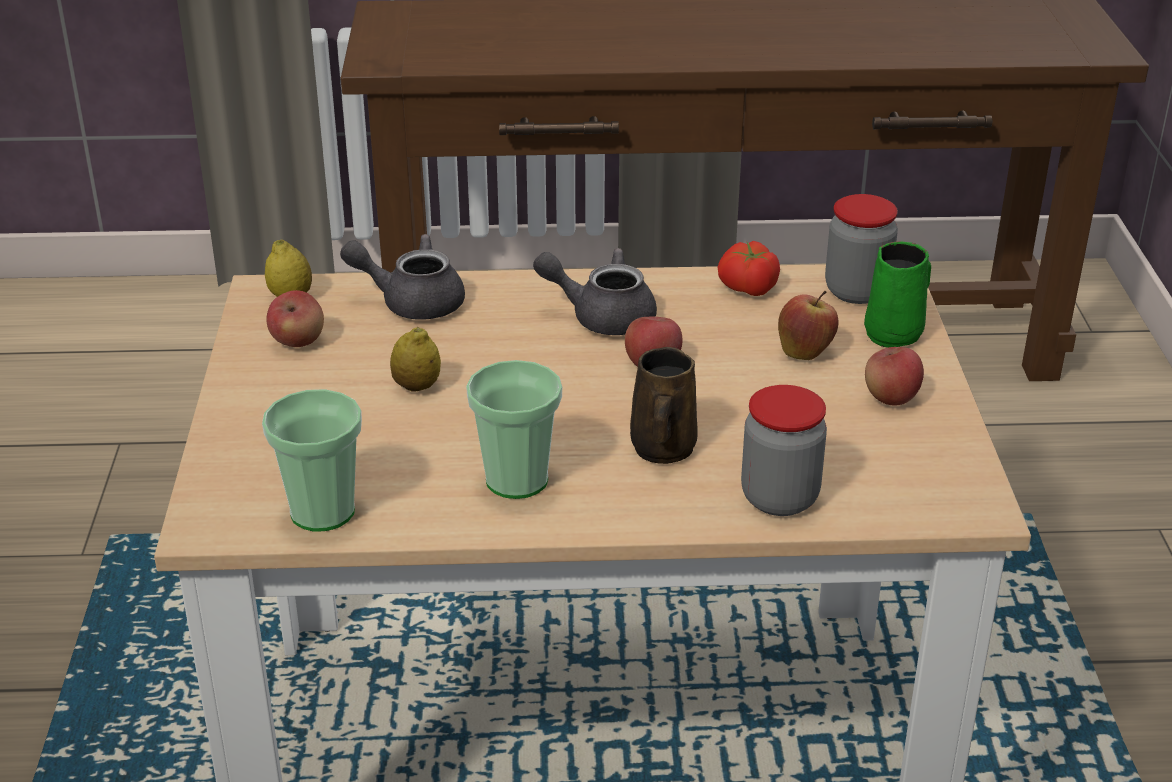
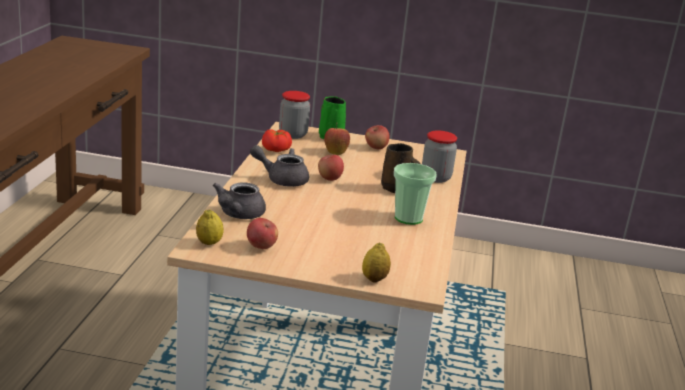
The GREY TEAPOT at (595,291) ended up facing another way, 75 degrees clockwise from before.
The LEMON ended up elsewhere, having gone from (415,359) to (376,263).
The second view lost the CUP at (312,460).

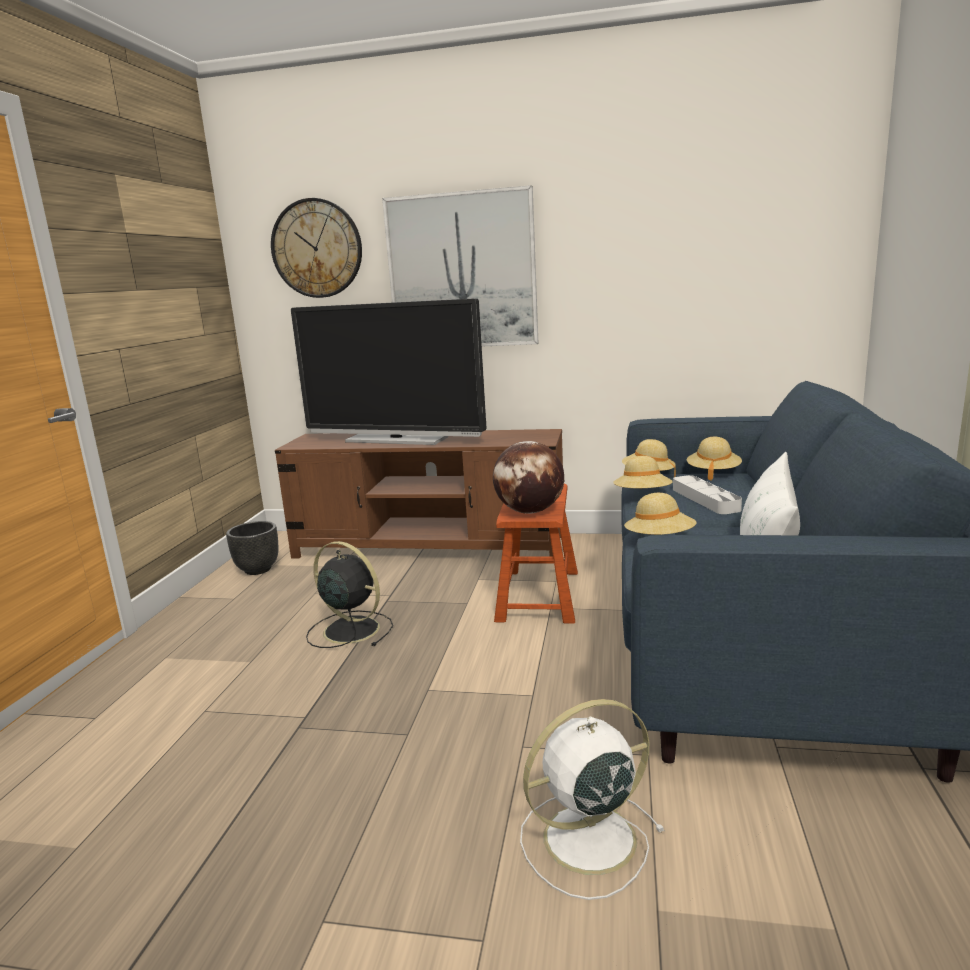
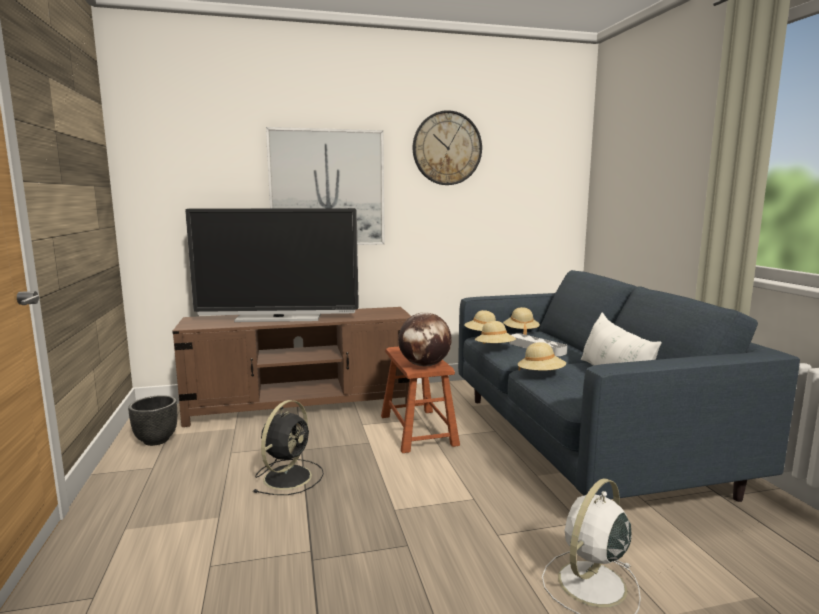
The WALL CLOCK ended up elsewhere, having gone from (316,248) to (447,147).
The BLACK FAN at (349,594) ended up facing another way, 105 degrees clockwise from before.

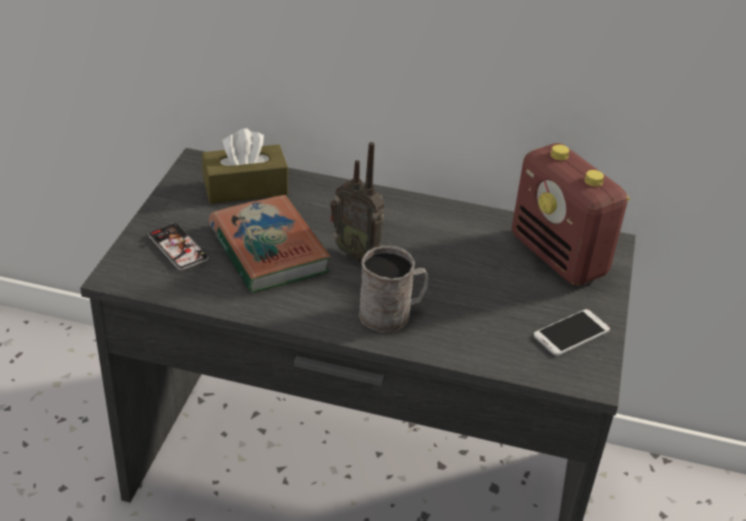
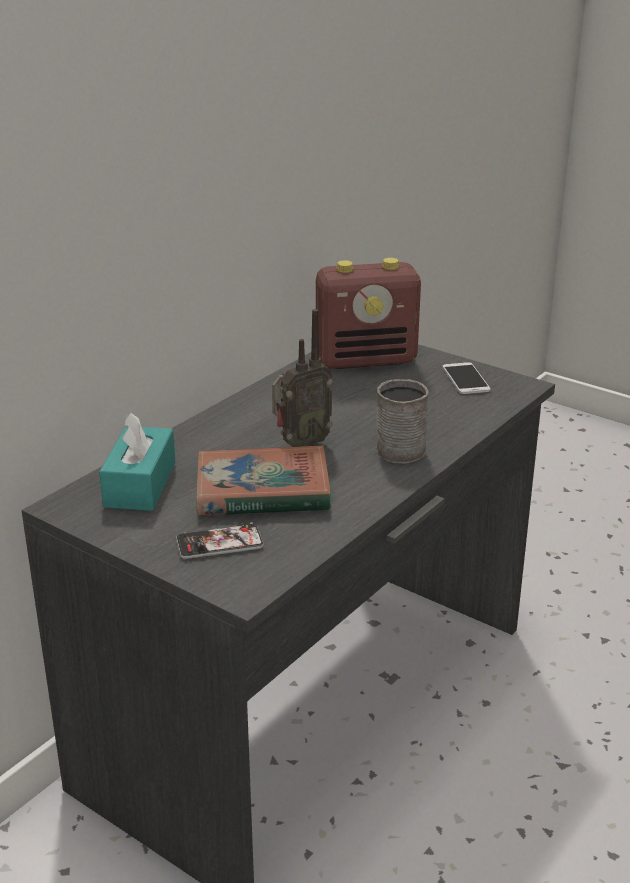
What was the BROWN TISSUE BOX at (245,166) turned into the TURQUOISE TISSUE BOX at (137,461).

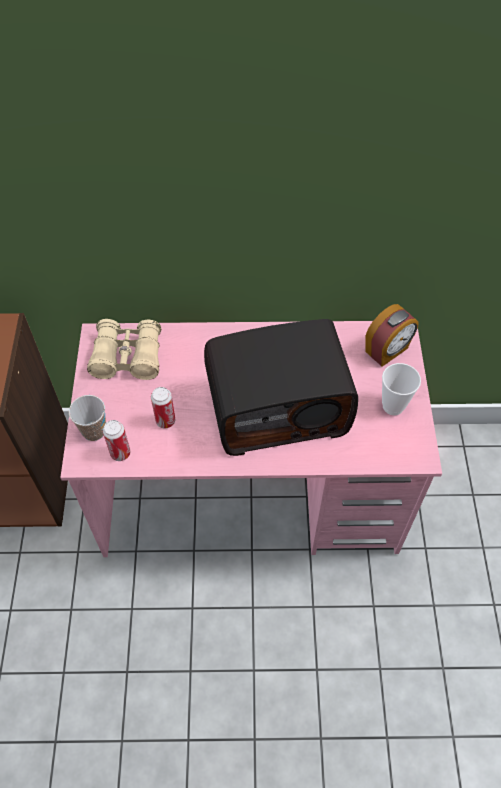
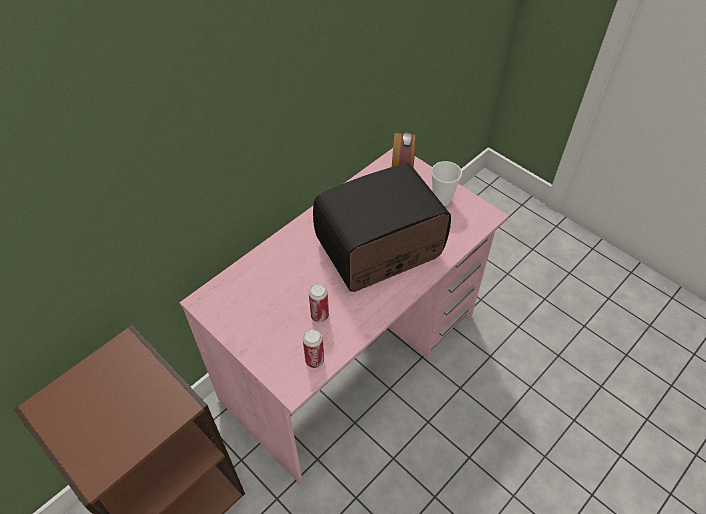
The second view lost the BEIGE BINOCULARS at (124,349).
The RADIO at (281,387) ended up facing another way, 150 degrees counterclockwise from before.
The second view lost the CUP at (87,418).

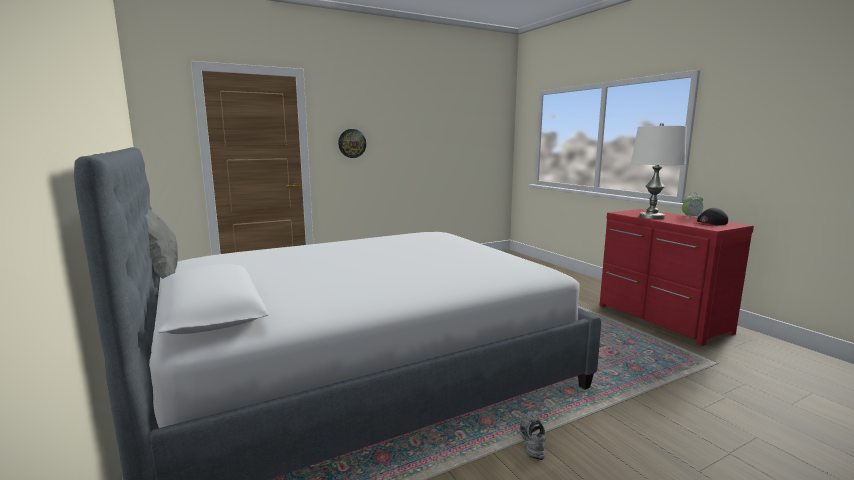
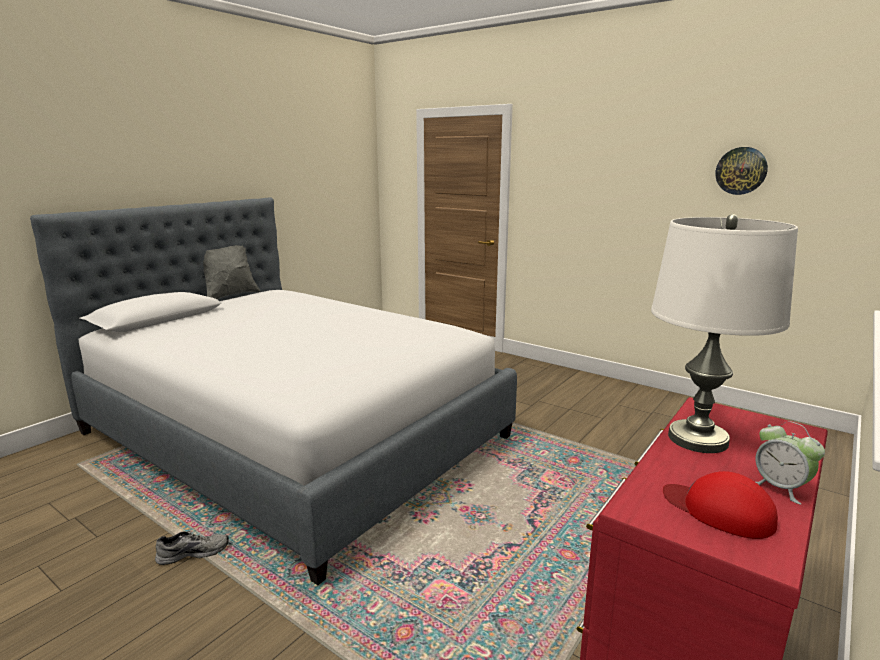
The WALL CLOCK ended up elsewhere, having gone from (352,143) to (741,171).
What was the BLACK CAP at (711,217) turned into the RED CAP at (720,505).

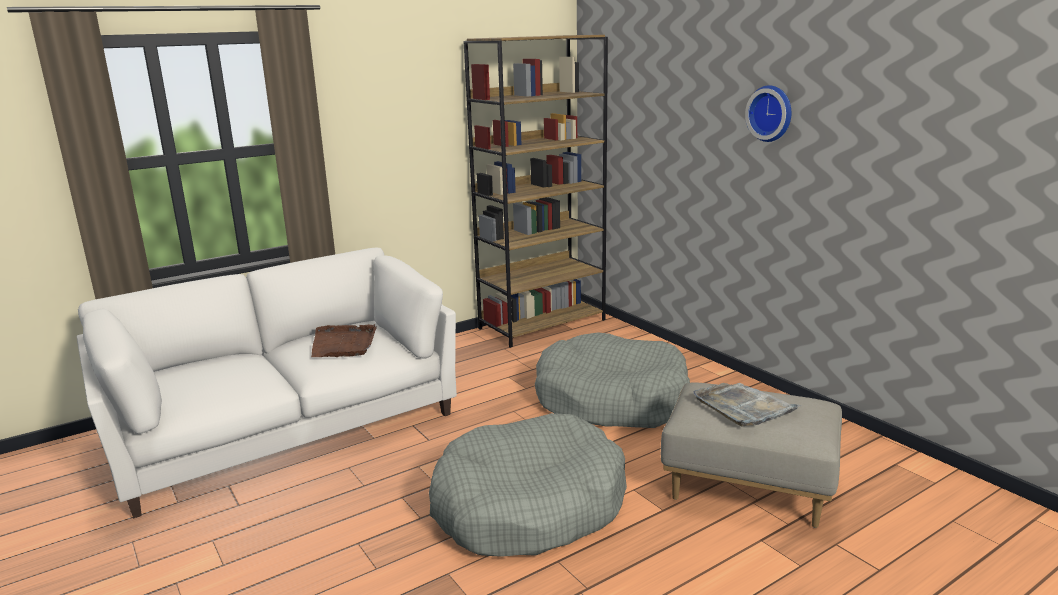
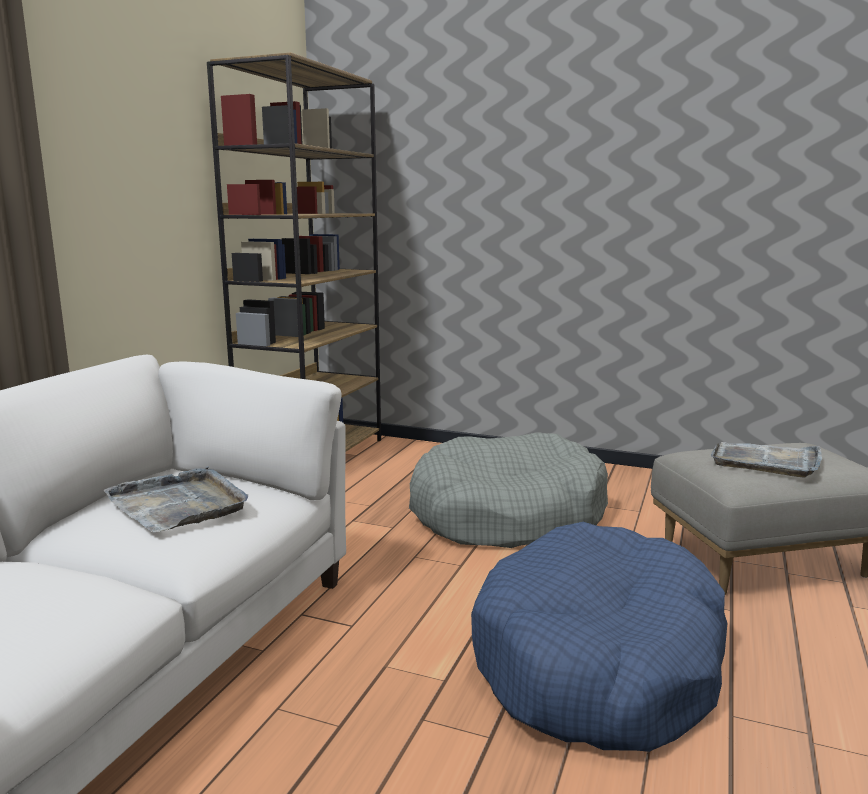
The second view lost the WALL CLOCK at (768,113).
What was the BROWN TRAY at (344,340) turned into the GREY TRAY at (176,499).
What was the GREY DOG BED at (528,485) turned into the BLUE DOG BED at (599,637).

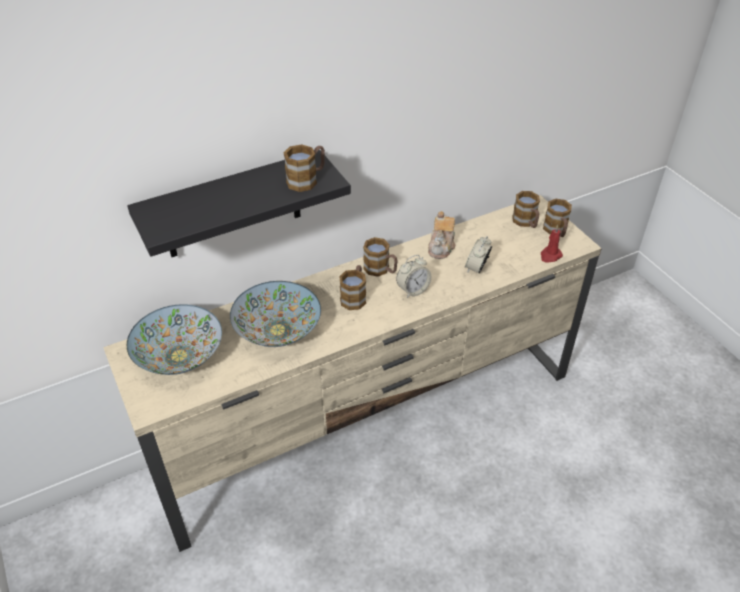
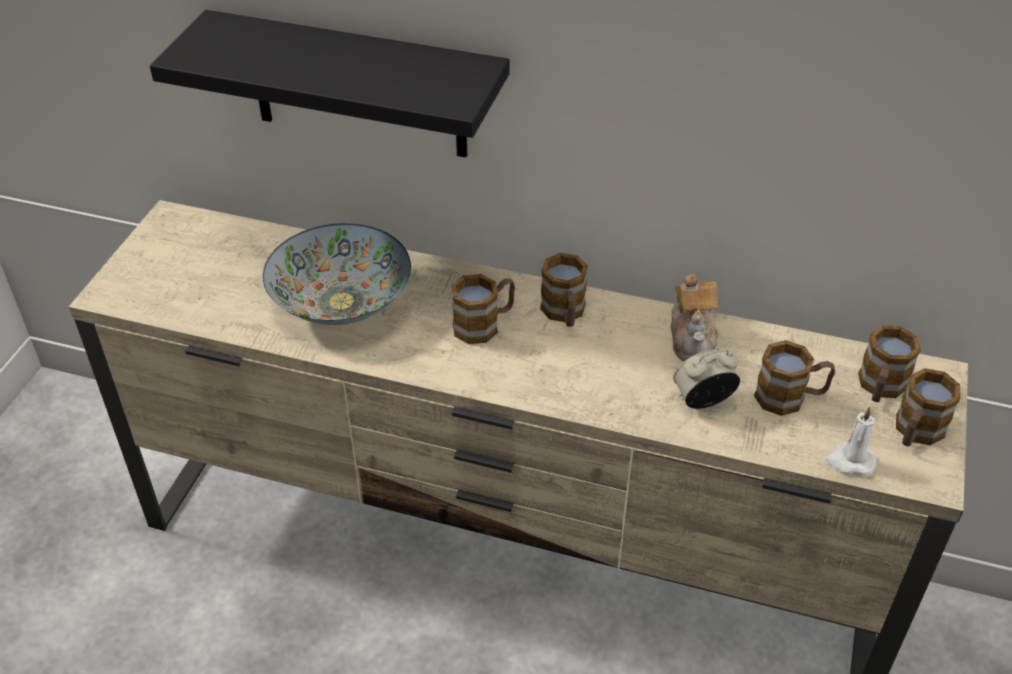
The MUG ended up elsewhere, having gone from (304,168) to (794,378).
The TEAPOT at (442,235) ended up facing another way, 60 degrees counterclockwise from before.
What was the RED CANDLE at (552,244) turned into the WHITE CANDLE at (850,440).
The second view lost the ALARM CLOCK at (413,276).
The second view lost the BOWL at (174,339).

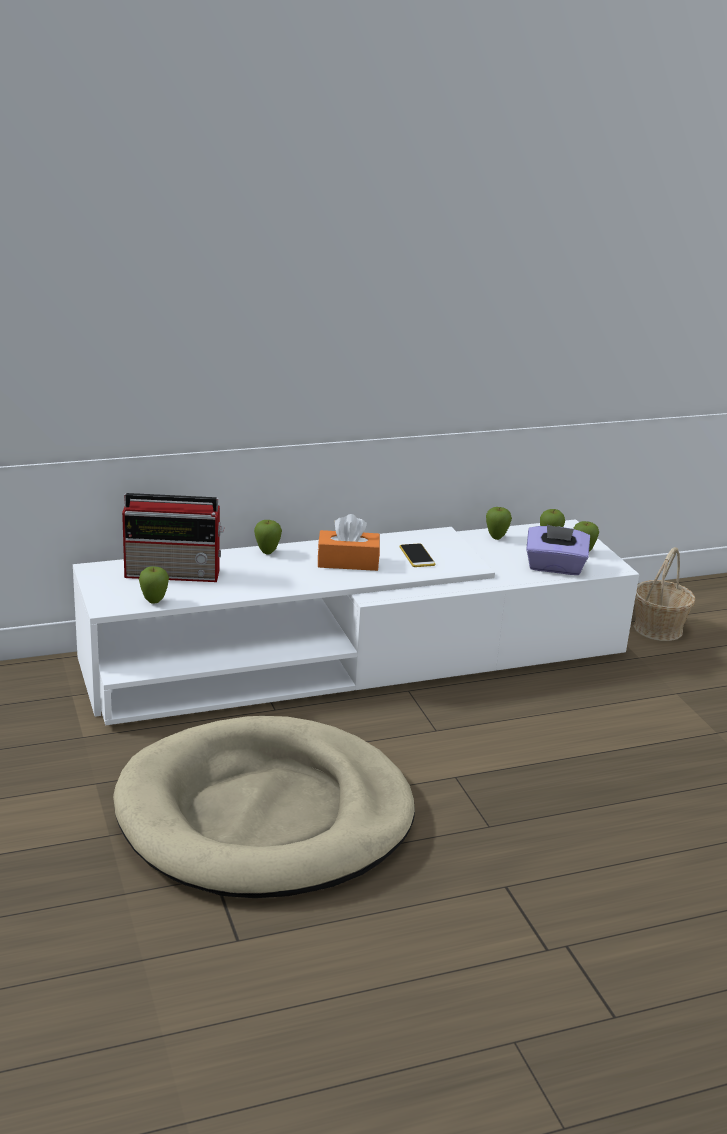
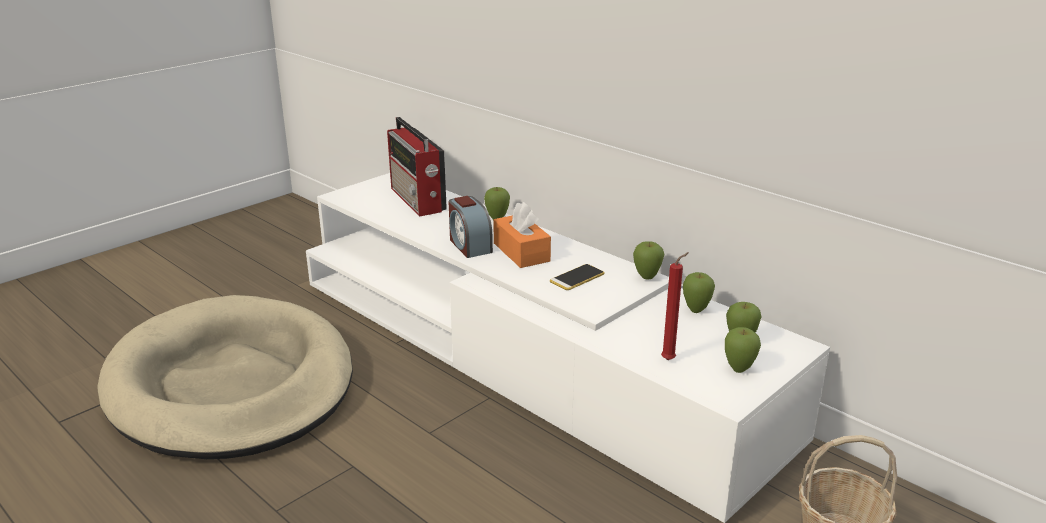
Where the PURPLE TISSUE BOX stood at (558,550), the RED CANDLE came to stand at (675,306).
The APPLE ended up elsewhere, having gone from (154,584) to (649,260).
The second view gained the ALARM CLOCK at (471,227).

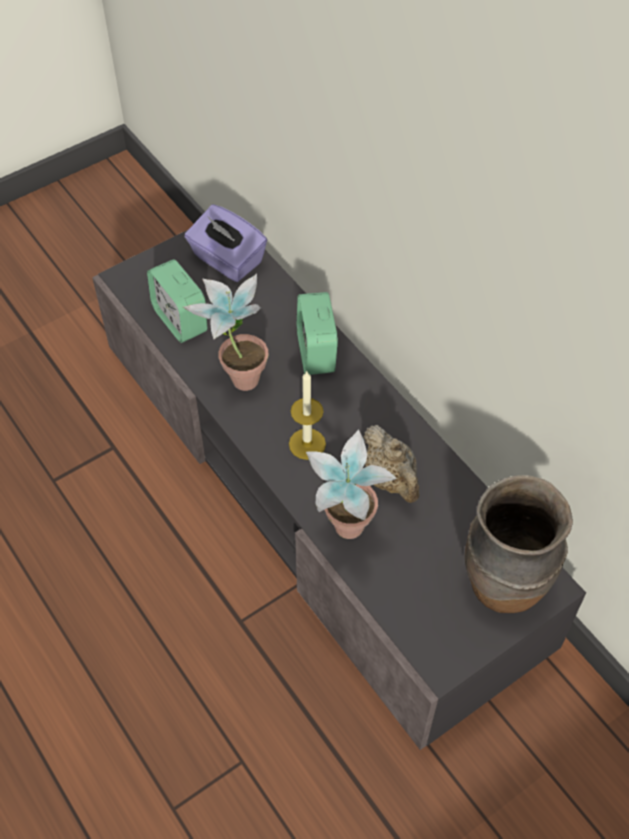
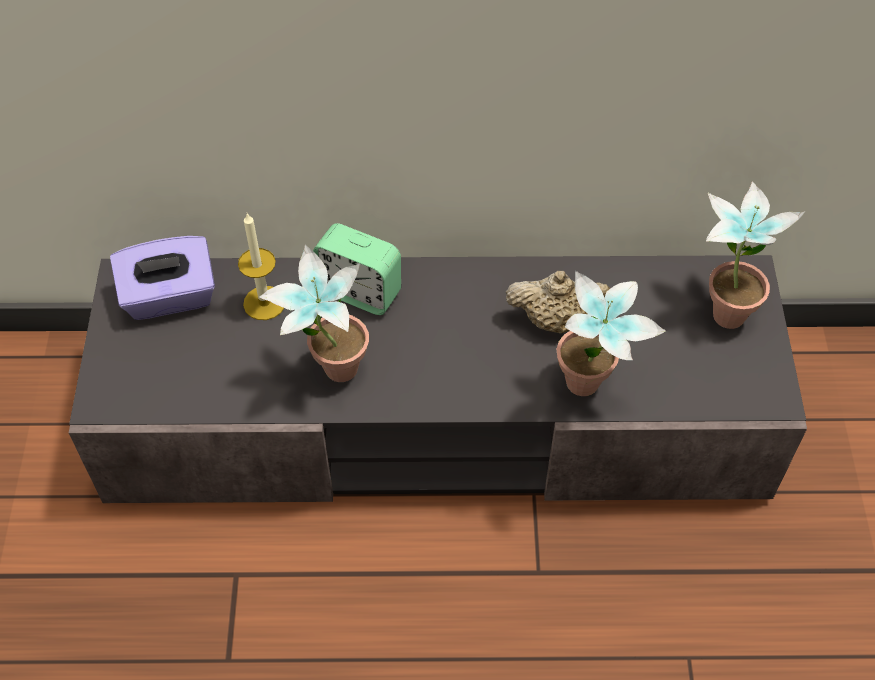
The second view lost the ALARM CLOCK at (177,301).
The CANDLE ended up elsewhere, having gone from (307,415) to (261,267).
Where the BROWN VASE stood at (519,544), the POTTED PLANT came to stand at (755,255).

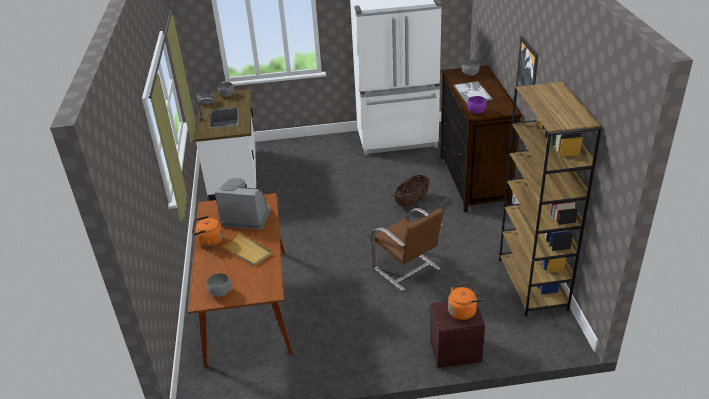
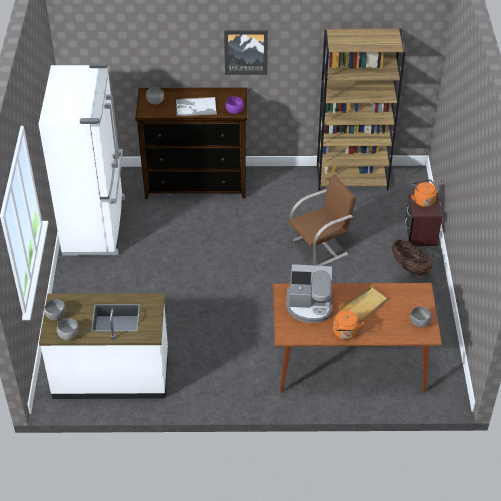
The BASKET ended up elsewhere, having gone from (412,191) to (412,258).
The COFFEE MACHINE at (243,204) ended up facing another way, 105 degrees counterclockwise from before.

